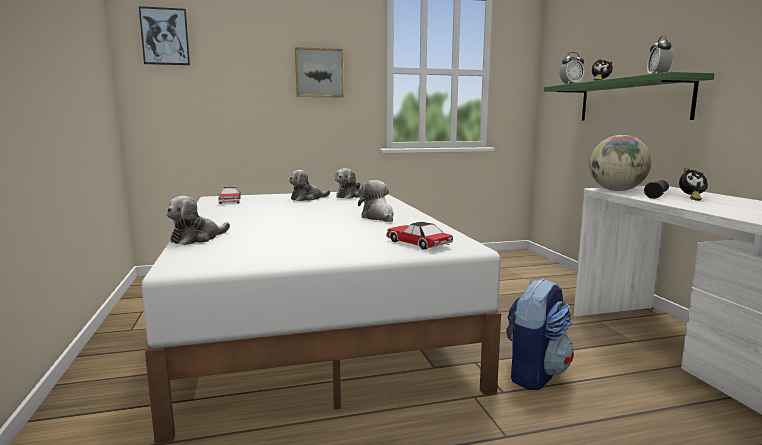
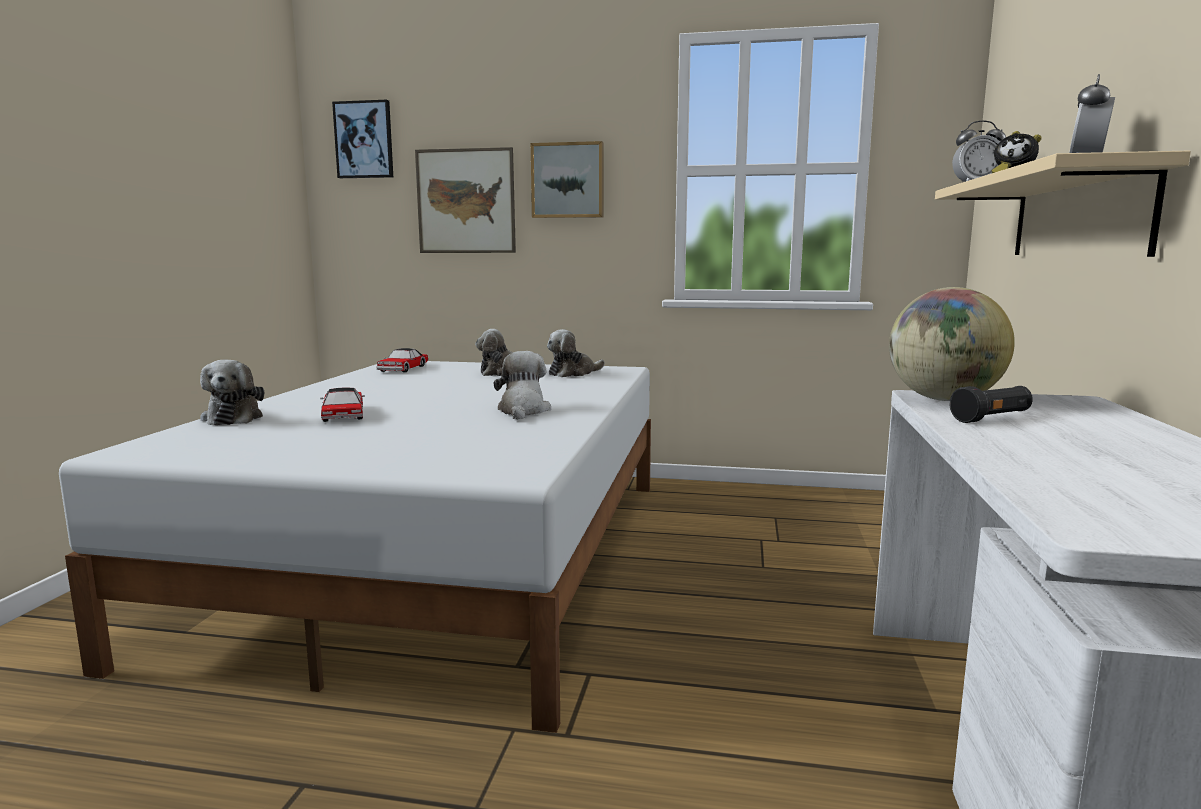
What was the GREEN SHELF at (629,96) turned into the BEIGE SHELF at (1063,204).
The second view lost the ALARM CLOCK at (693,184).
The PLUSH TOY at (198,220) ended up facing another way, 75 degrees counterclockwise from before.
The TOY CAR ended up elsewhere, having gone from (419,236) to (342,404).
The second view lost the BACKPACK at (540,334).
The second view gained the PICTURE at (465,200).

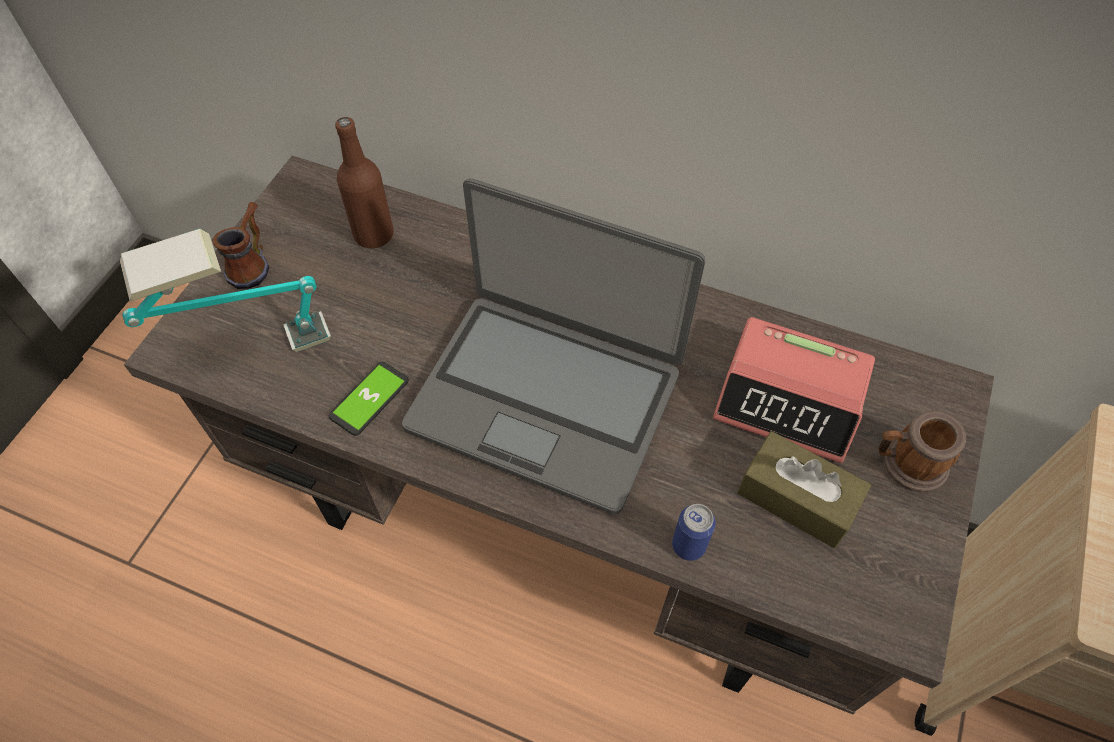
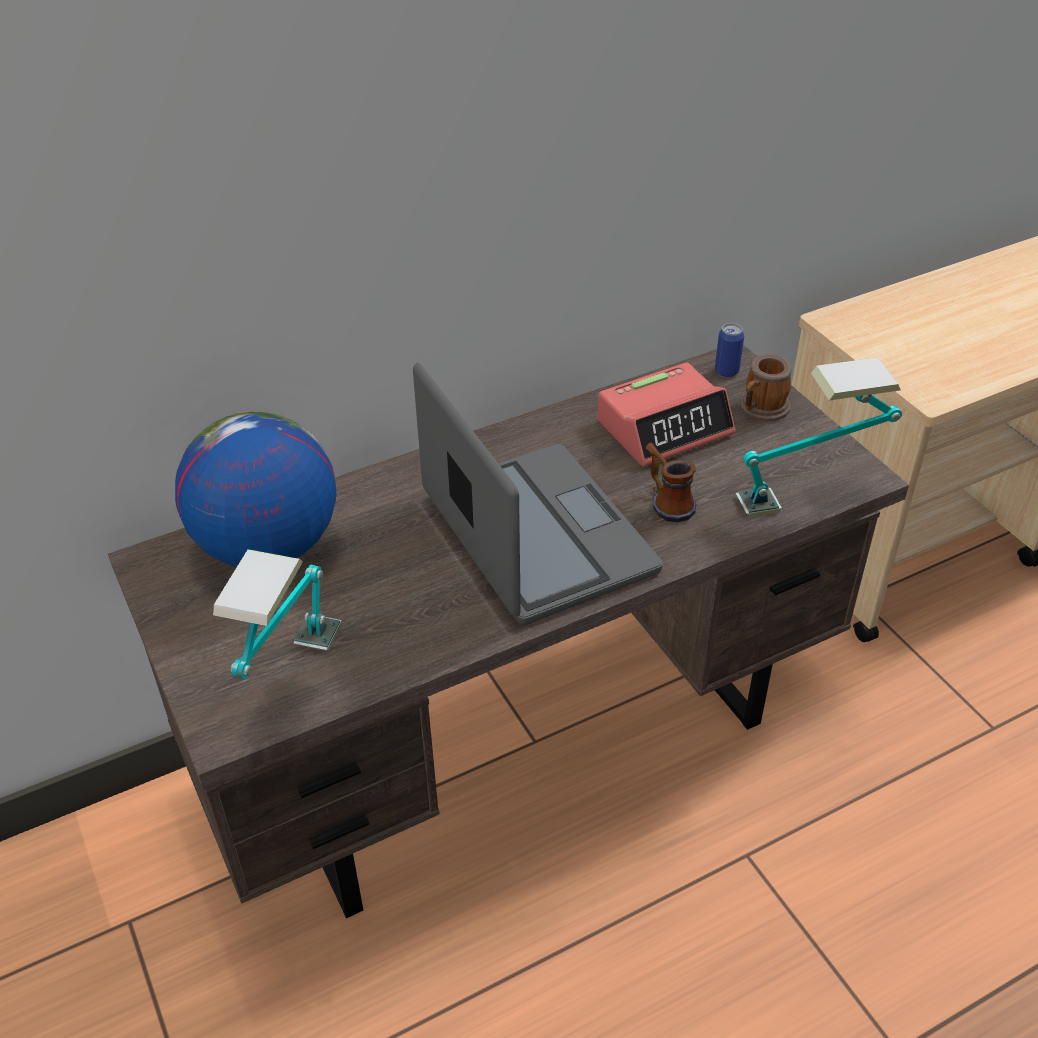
Where the BROWN BOTTLE stood at (364,182), the GLOBE came to stand at (255,489).
The LAPTOP at (553,346) ended up facing another way, 90 degrees counterclockwise from before.
The MUG ended up elsewhere, having gone from (240,245) to (671,482).
The second view lost the PHONE at (369,399).
The second view lost the BROWN TISSUE BOX at (804,489).
The CAN ended up elsewhere, having gone from (694,532) to (729,350).
The second view gained the TABLE LAMP at (819,437).

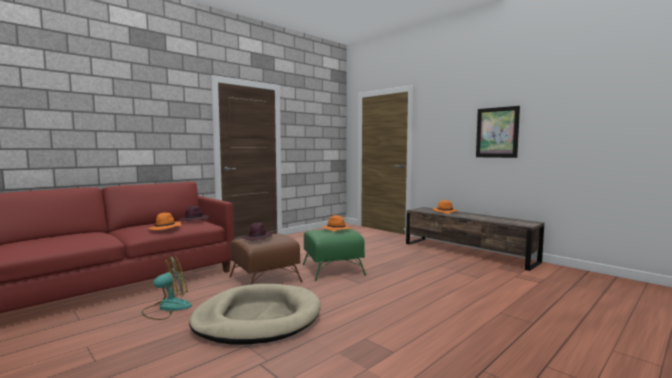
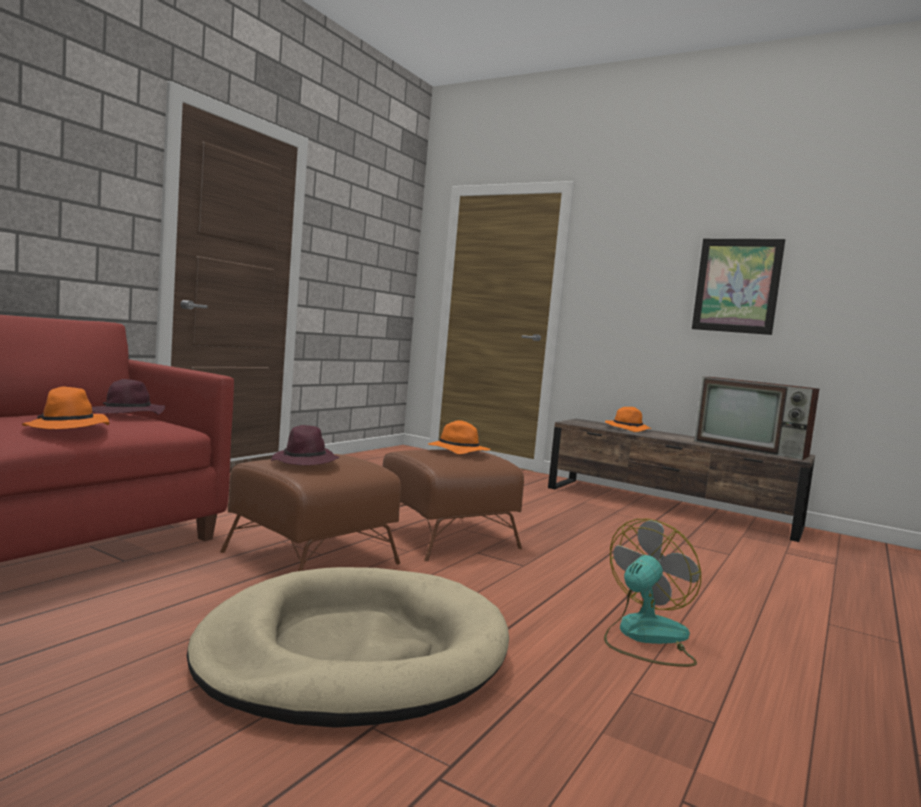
What was the GREEN OTTOMAN at (334,255) turned into the BROWN OTTOMAN at (453,505).
The FAN ended up elsewhere, having gone from (167,288) to (652,592).
The second view gained the TELEVISION at (756,418).

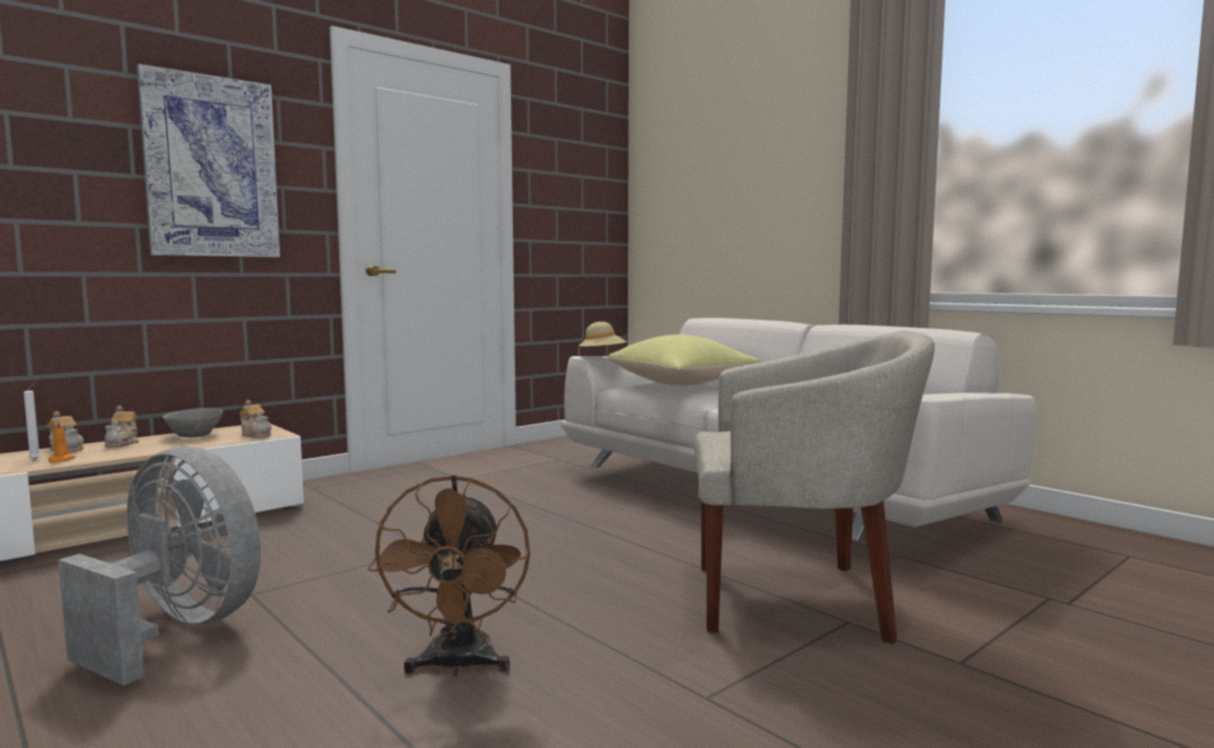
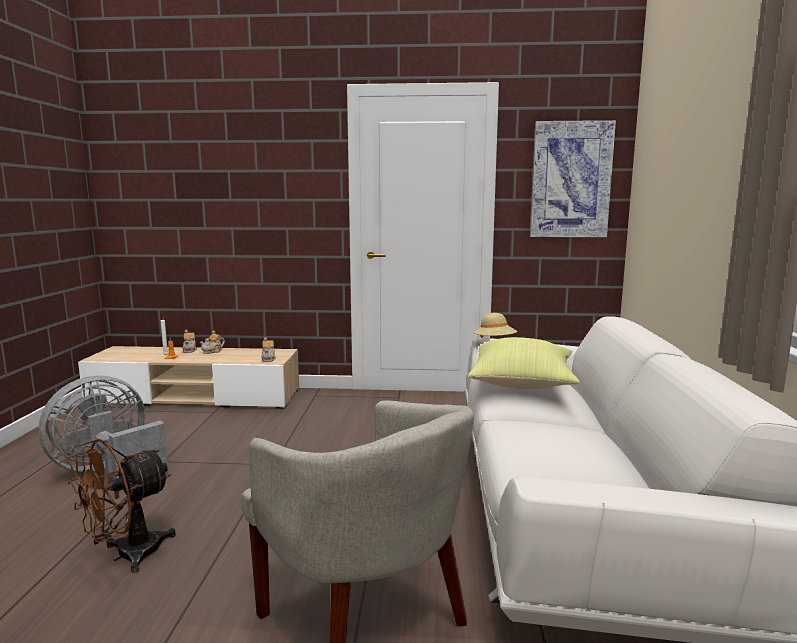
The PICTURE ended up elsewhere, having gone from (208,160) to (573,178).
The second view lost the GREY BOWL at (193,423).
The GREY FAN at (159,566) ended up facing another way, 120 degrees counterclockwise from before.

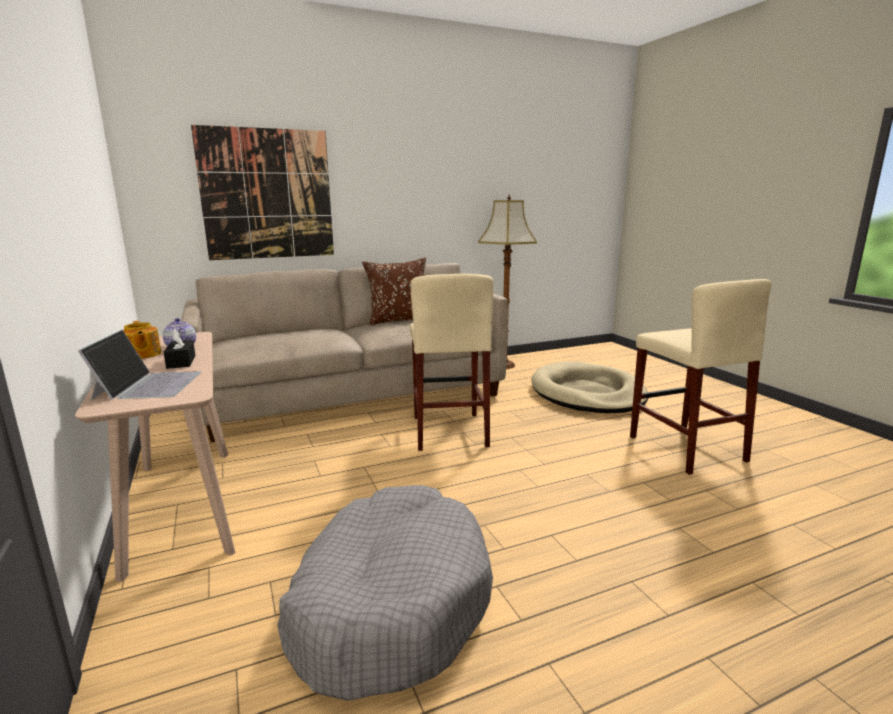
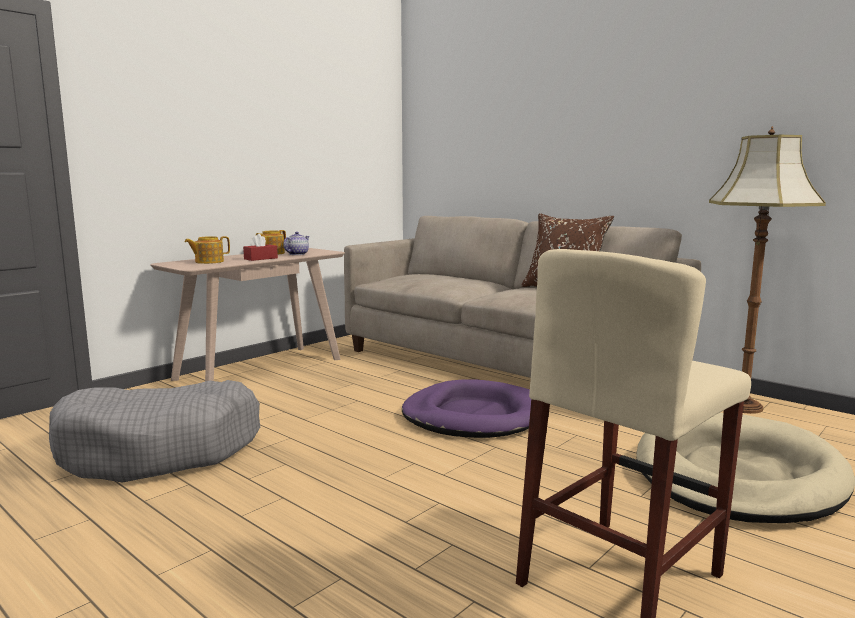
The second view lost the PICTURE at (262,192).
Where the BEIGE STOOL stood at (451,362), the PURPLE DOG BED came to stand at (466,408).
What was the BLACK TISSUE BOX at (180,349) turned into the RED TISSUE BOX at (260,247).
Where the LAPTOP stood at (139,365), the TEAPOT came to stand at (207,250).

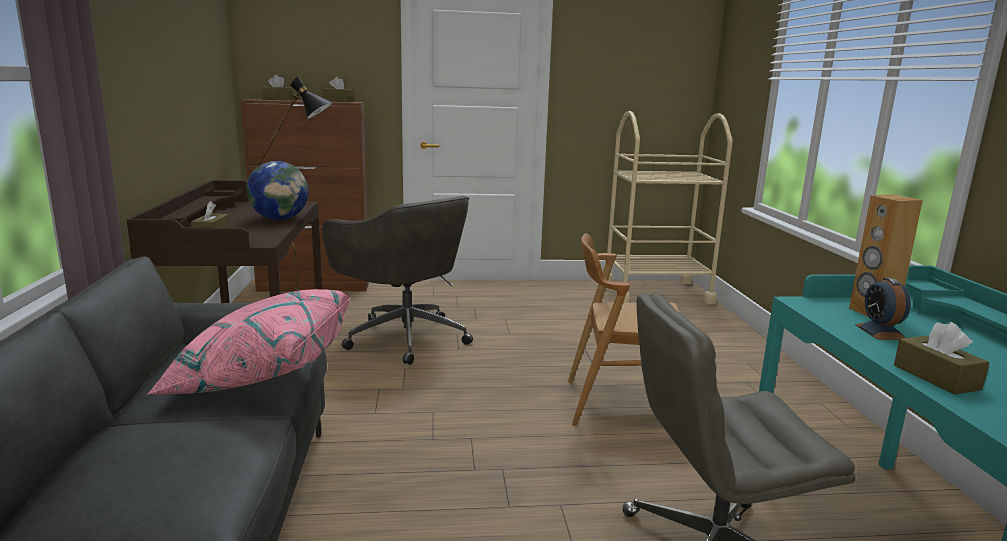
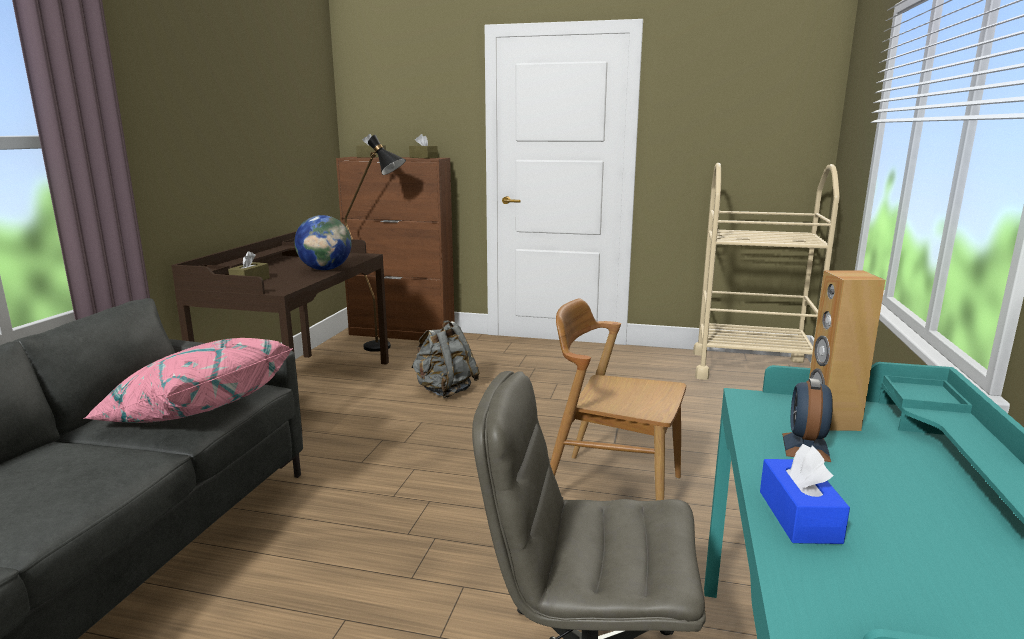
Where the GREY OFFICE CHAIR stood at (397,280), the GREY BACKPACK came to stand at (445,359).
What was the BROWN TISSUE BOX at (941,358) turned into the BLUE TISSUE BOX at (805,494).

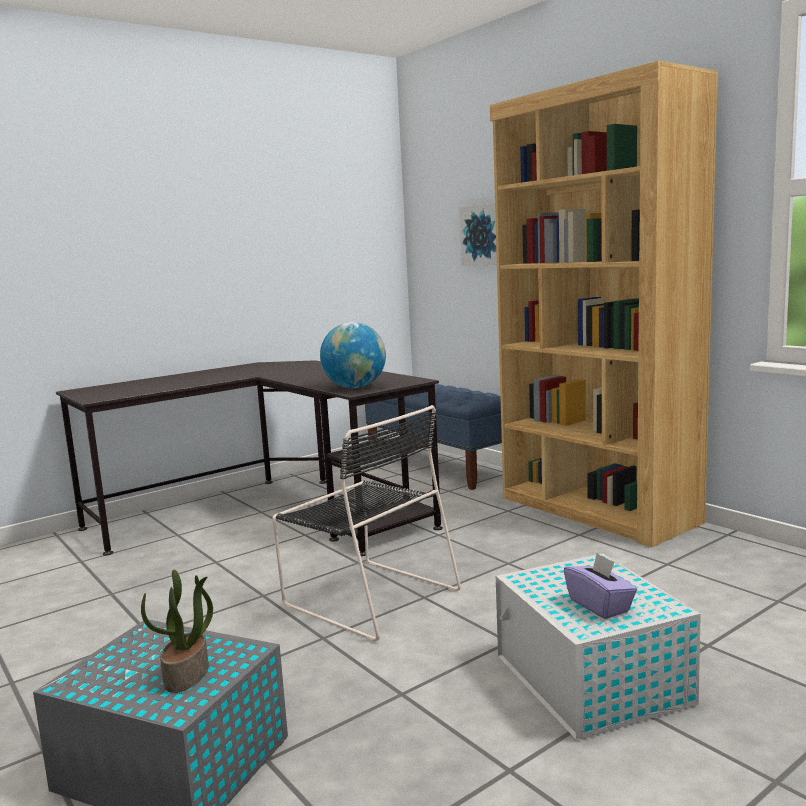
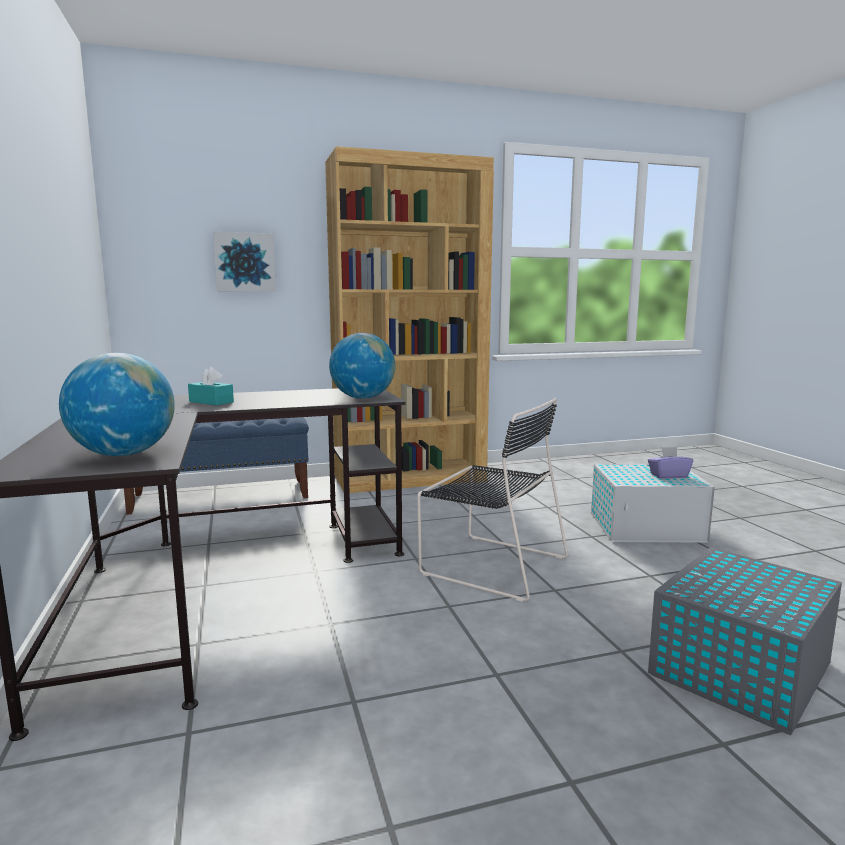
The BLACK CHAIR at (366,523) ended up facing another way, 60 degrees clockwise from before.
The second view lost the POTTED PLANT at (177,631).
The second view gained the GLOBE at (117,404).
The second view gained the TURQUOISE TISSUE BOX at (211,386).

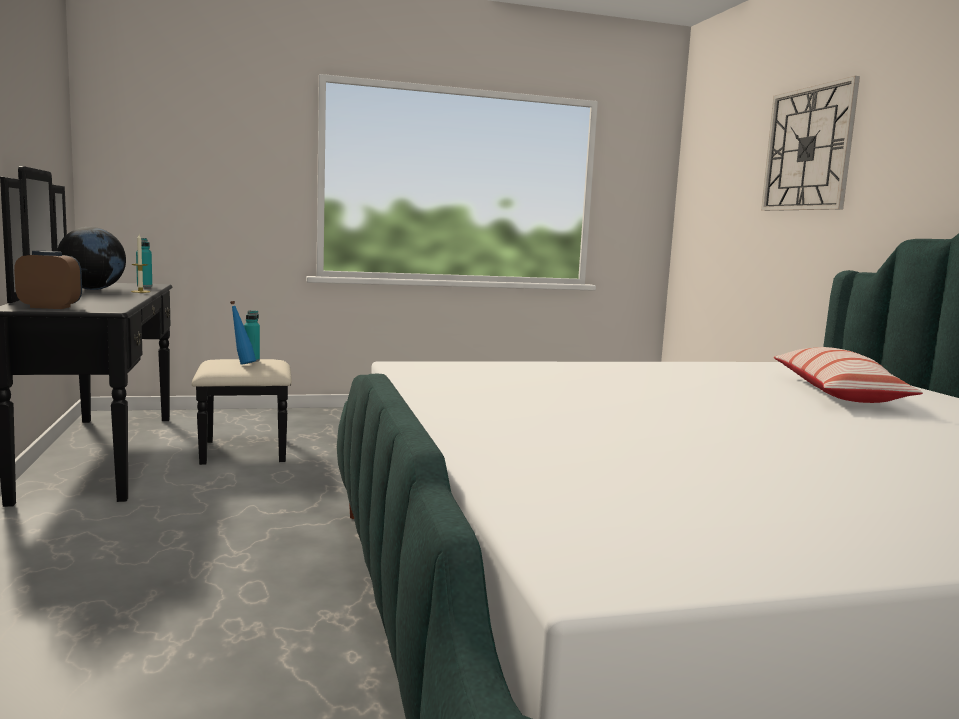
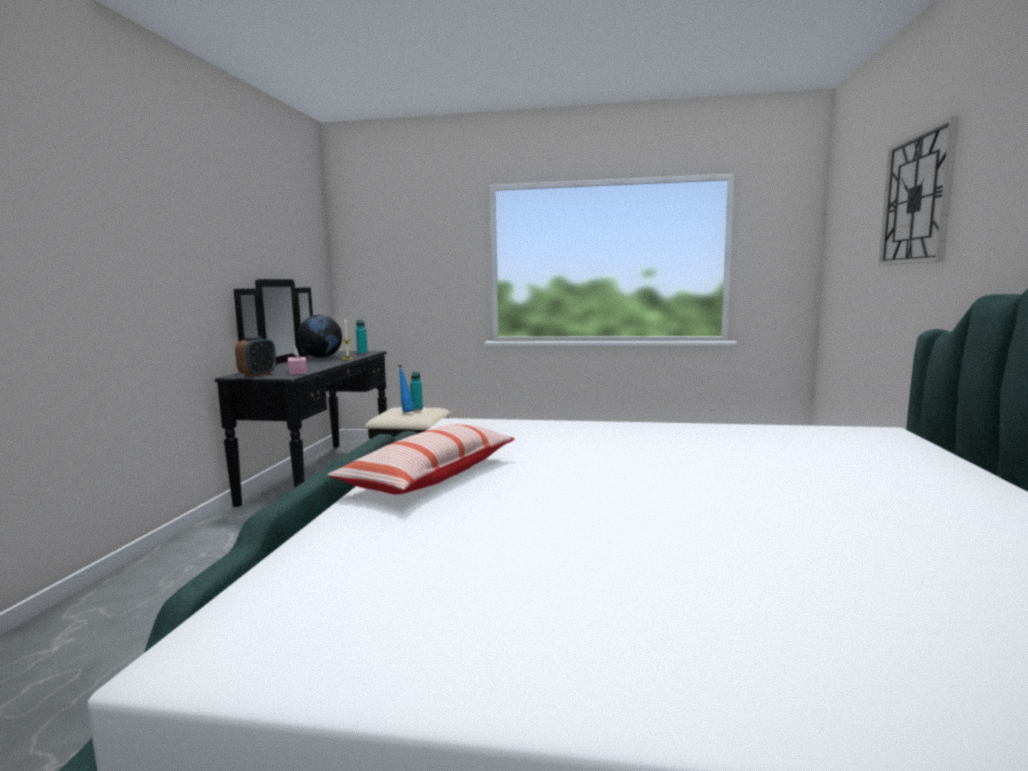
The ALARM CLOCK at (48,280) ended up facing another way, 90 degrees clockwise from before.
The PILLOW ended up elsewhere, having gone from (848,375) to (421,459).
The second view gained the PINK TISSUE BOX at (297,360).

